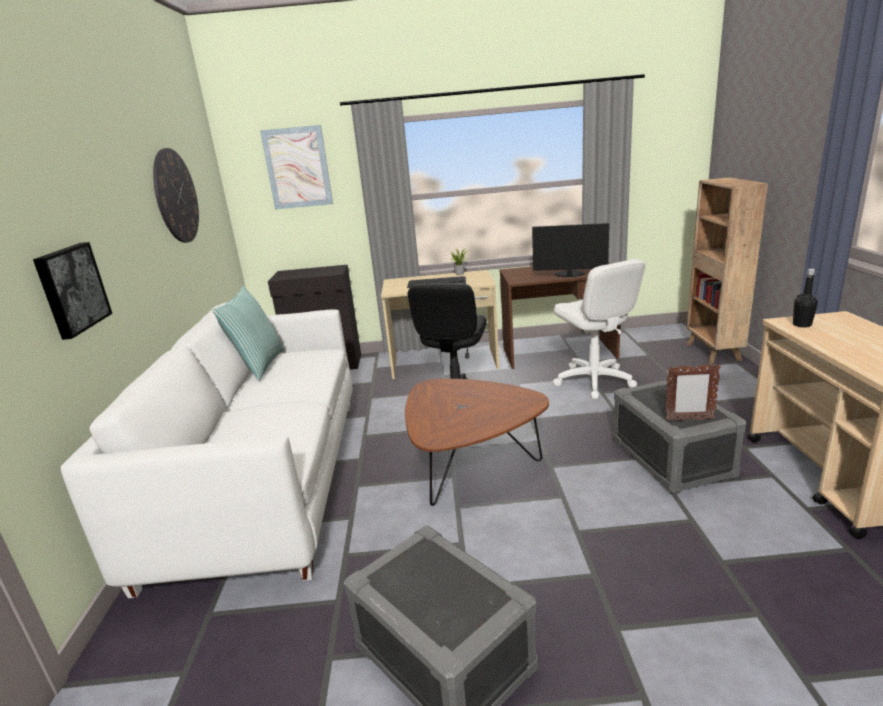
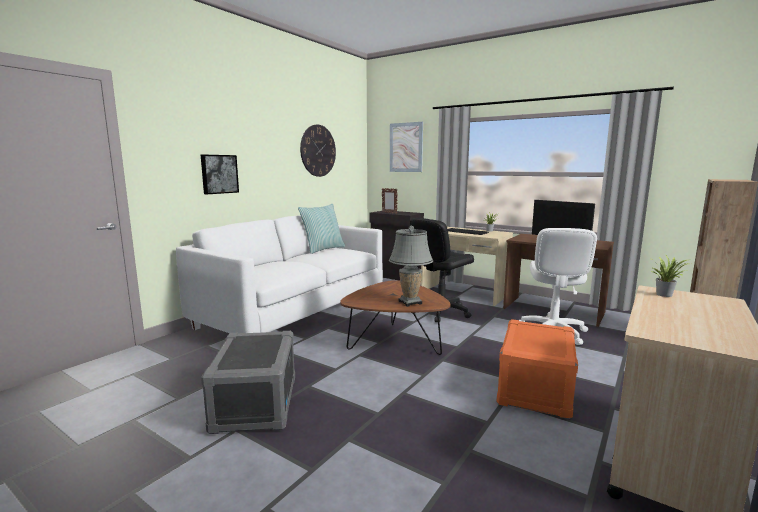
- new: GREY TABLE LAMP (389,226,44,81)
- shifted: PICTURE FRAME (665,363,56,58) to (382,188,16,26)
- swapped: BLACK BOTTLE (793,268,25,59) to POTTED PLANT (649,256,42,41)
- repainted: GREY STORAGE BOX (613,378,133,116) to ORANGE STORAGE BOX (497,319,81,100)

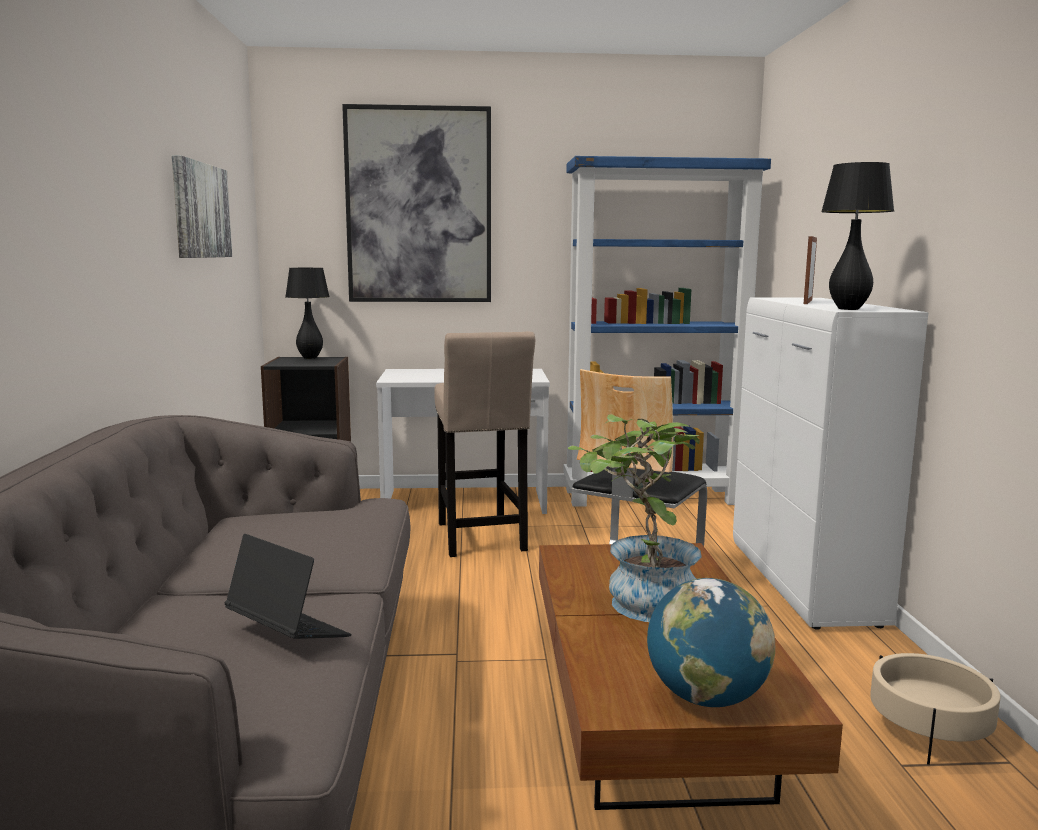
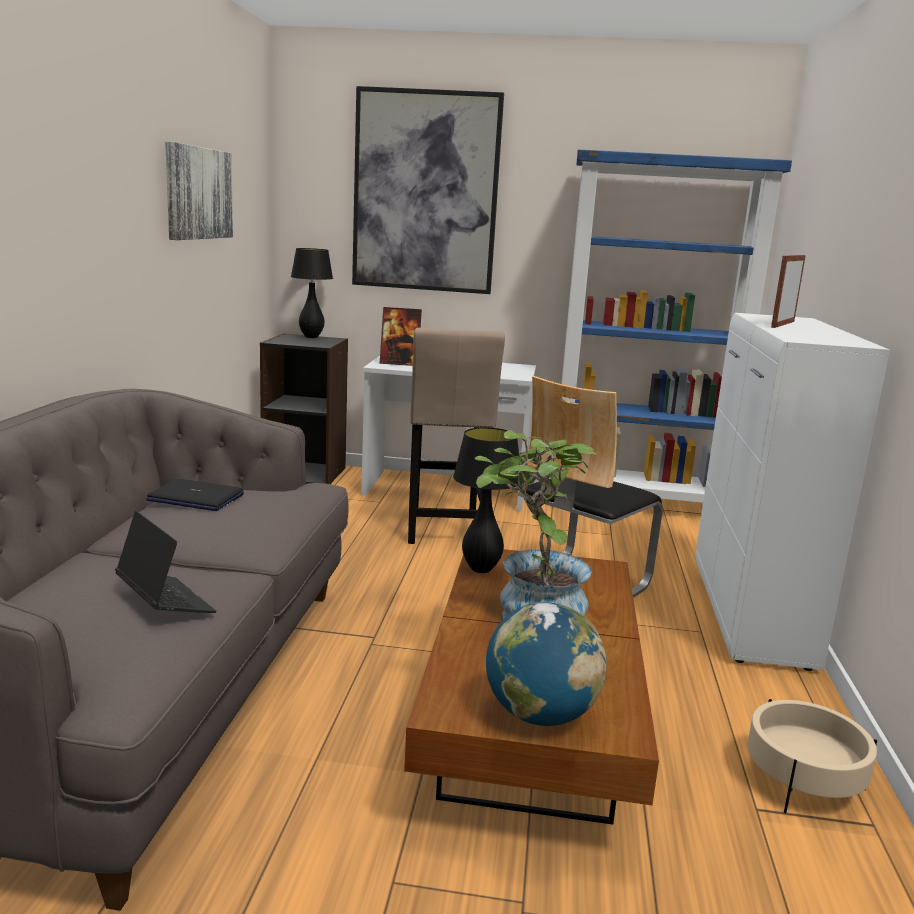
- new: LAPTOP (146,479,98,32)
- new: PICTURE FRAME (380,307,42,59)
- shifted: BLACK TABLE LAMP (821,162,73,148) to (453,427,66,146)

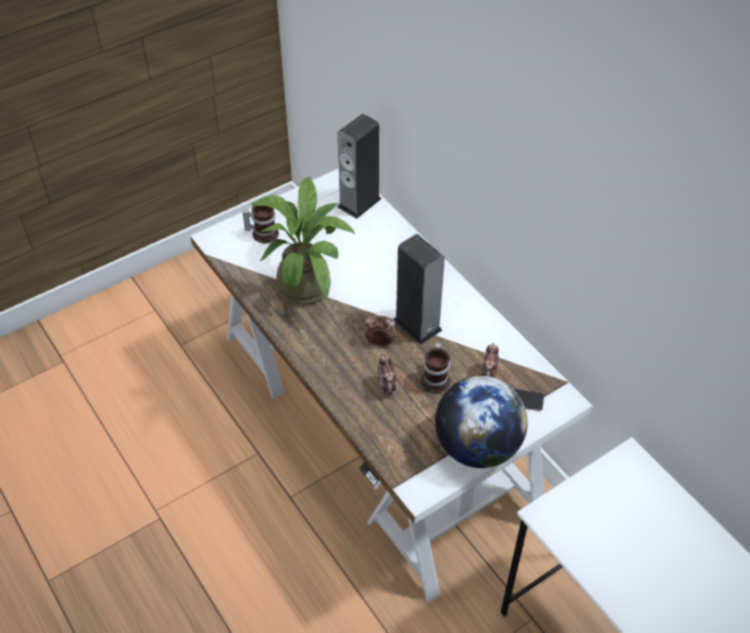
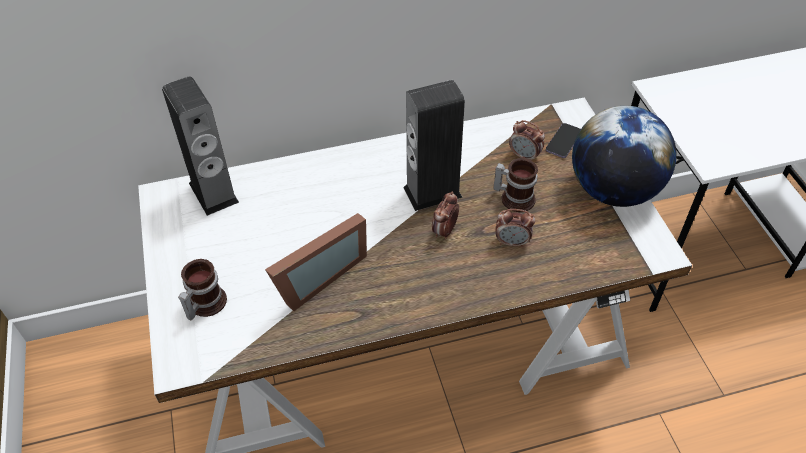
- swapped: POTTED PLANT (252,176,103,128) to PICTURE FRAME (265,213,102,98)

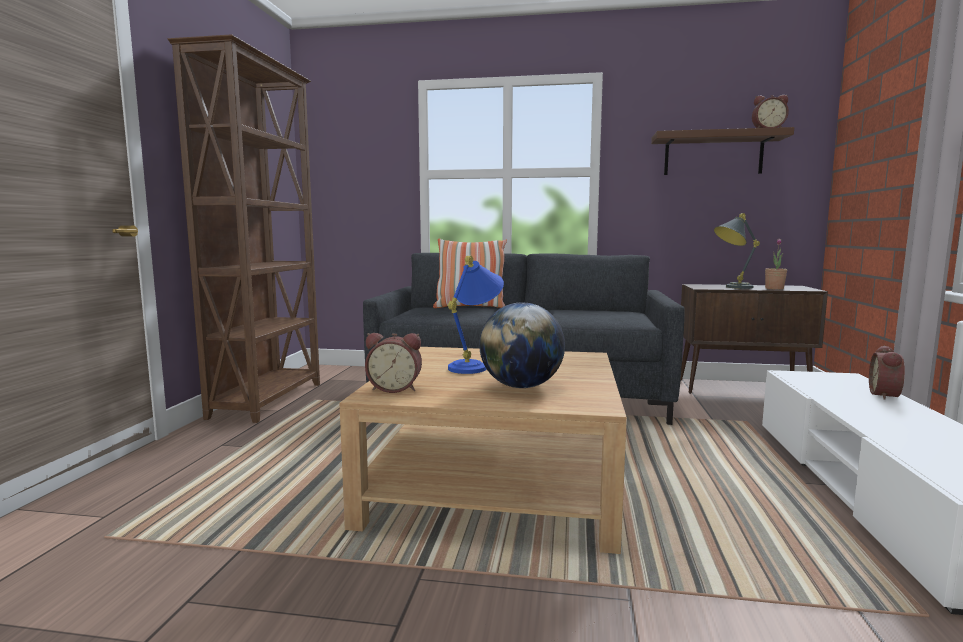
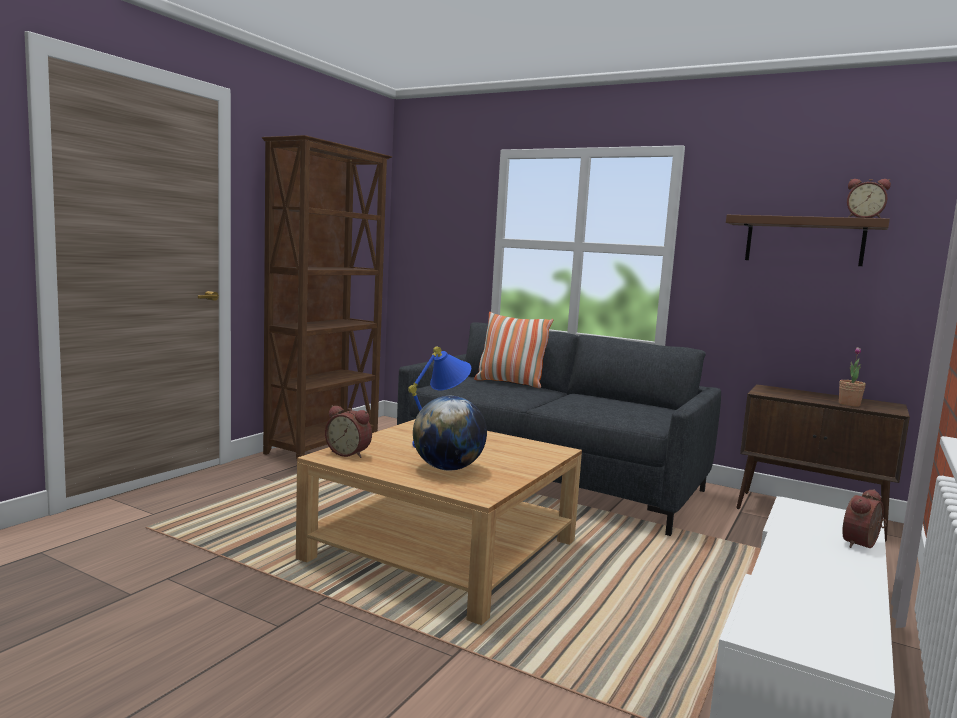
- gone: GREY TABLE LAMP (714,213,46,76)

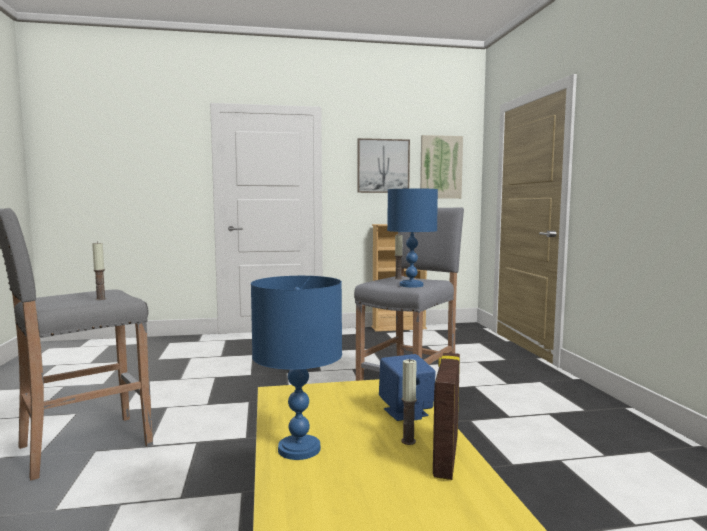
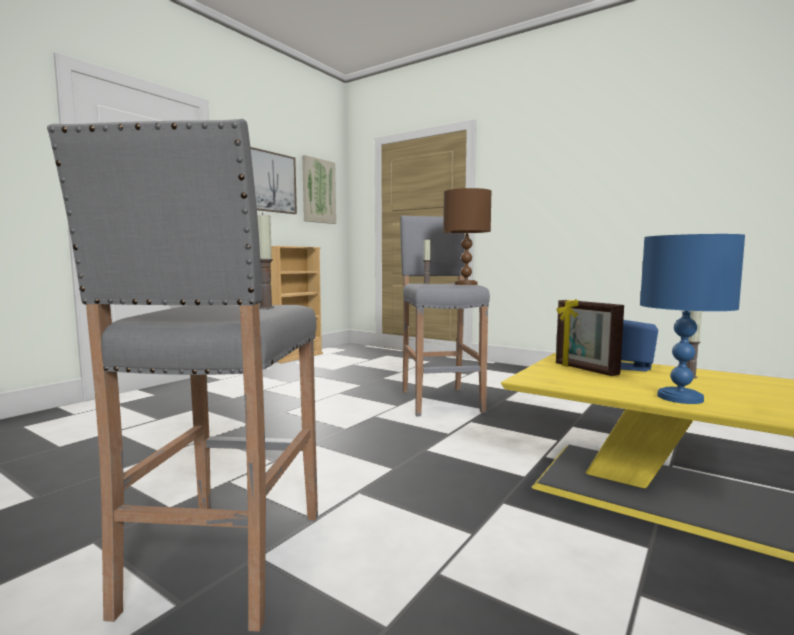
- shifted: PICTURE FRAME (433,353,27,127) to (556,299,68,77)
- repainted: BLUE TABLE LAMP (387,189,51,99) to BROWN TABLE LAMP (443,188,49,97)

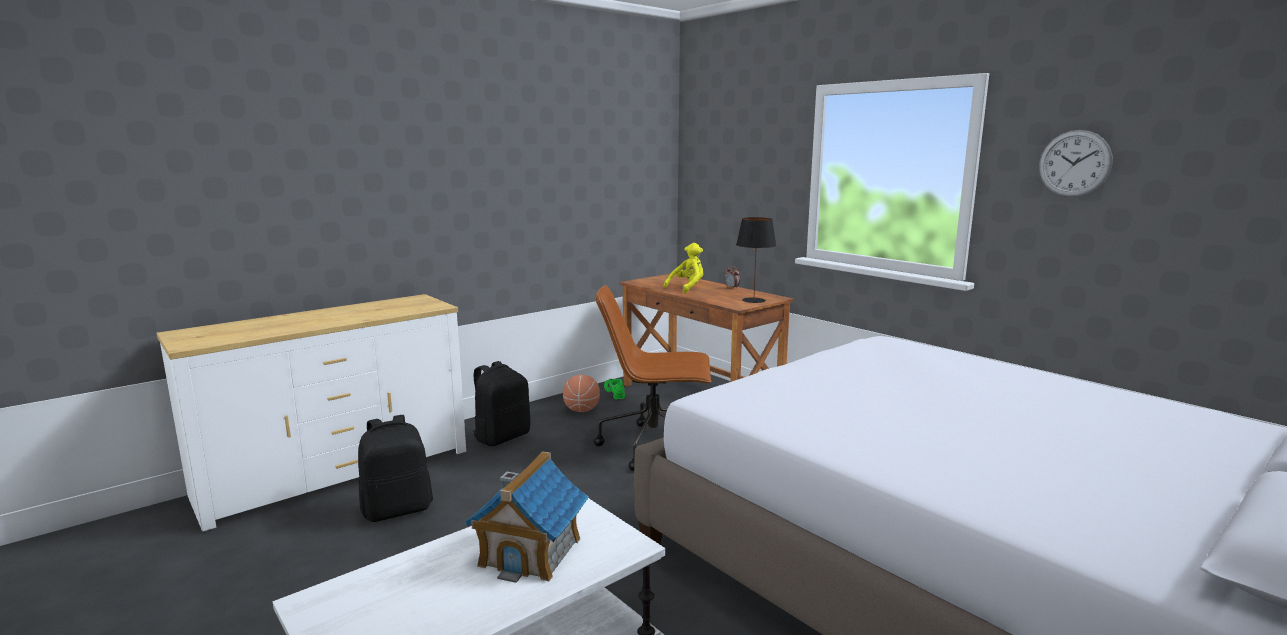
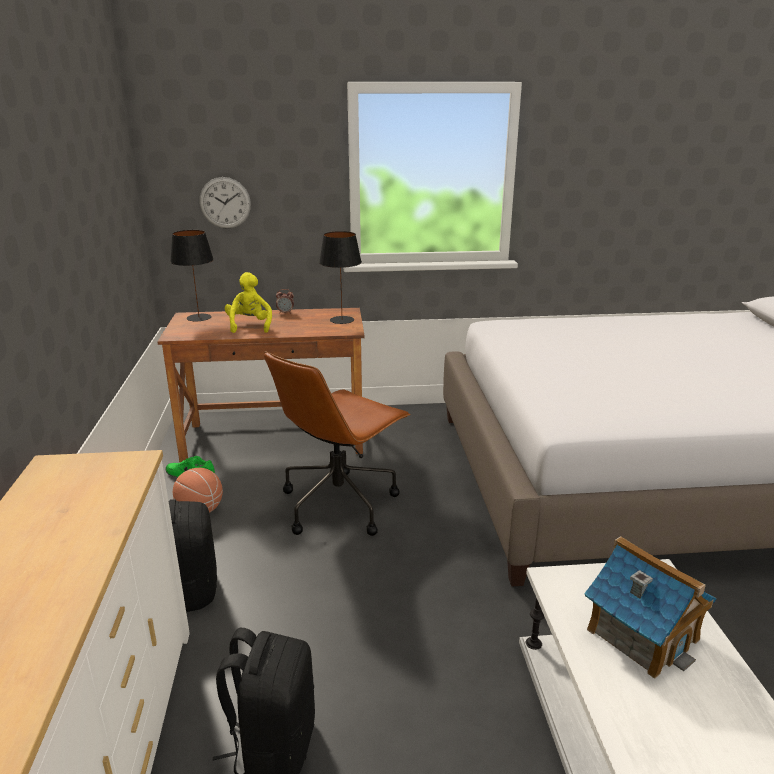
- new: BLACK TABLE LAMP (170,230,44,92)
- shifted: WALL CLOCK (1039,130,73,67) to (199,177,52,52)

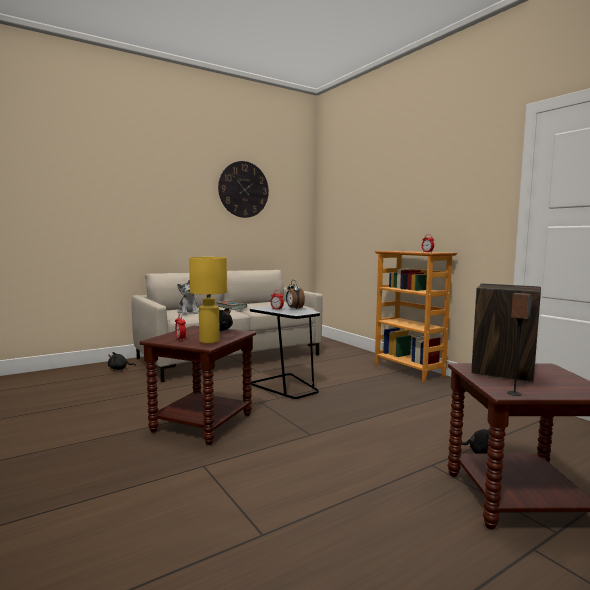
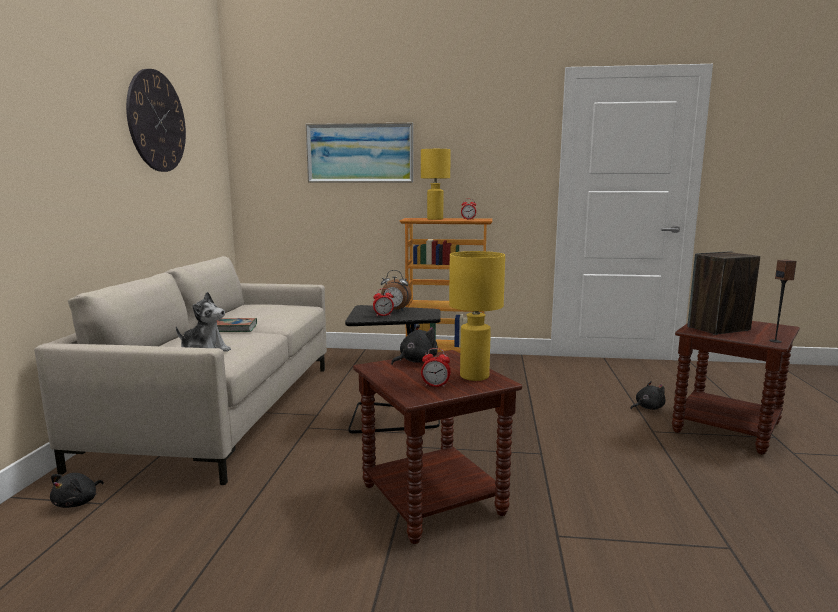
- new: PICTURE (306,123,107,59)
- new: YELLOW TABLE LAMP (421,149,30,71)

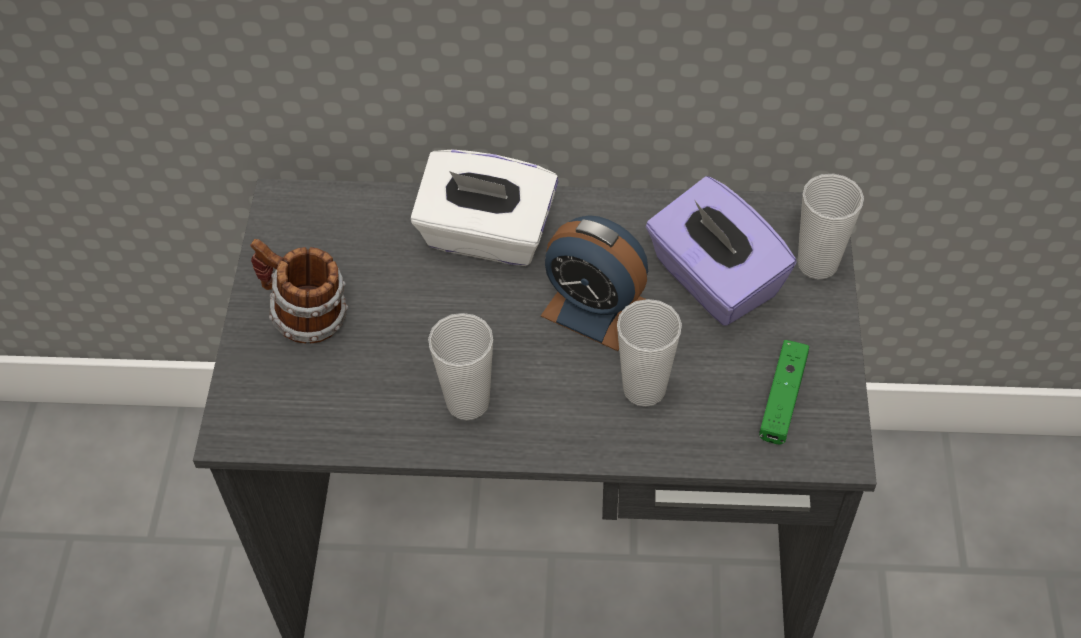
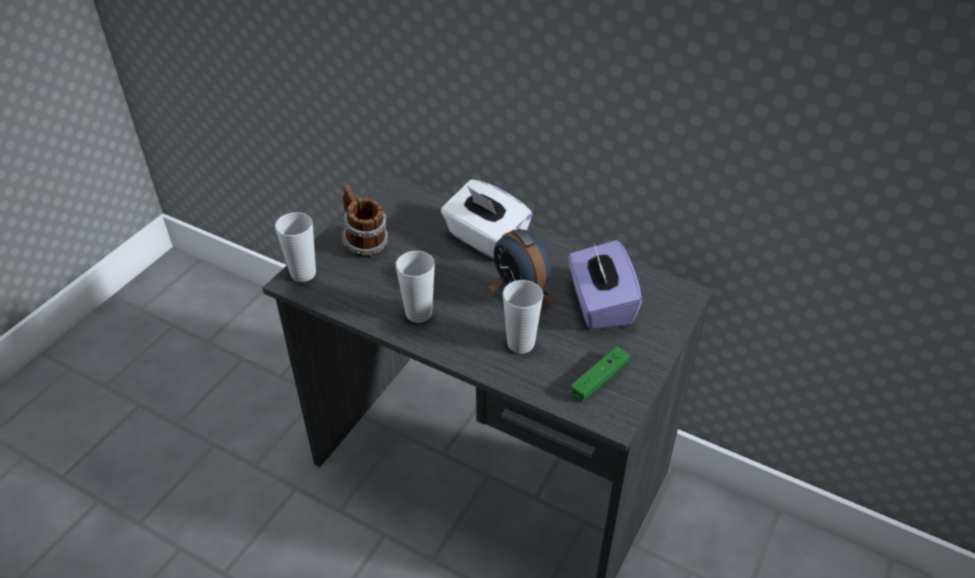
- shifted: CUP (797,174,67,105) to (275,212,41,70)

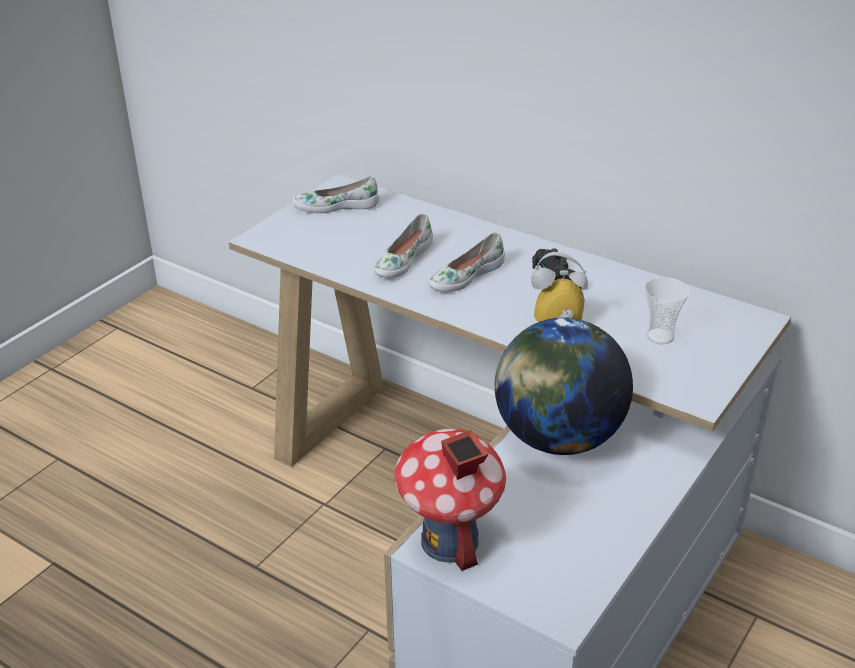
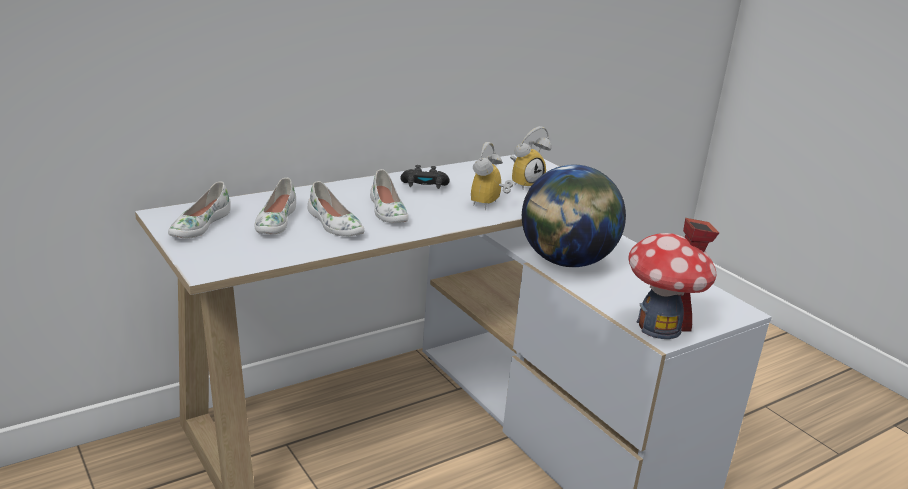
- new: WHITE SHOE (254,178,42,57)
- swapped: CUP (644,277,46,67) to ALARM CLOCK (510,126,41,64)

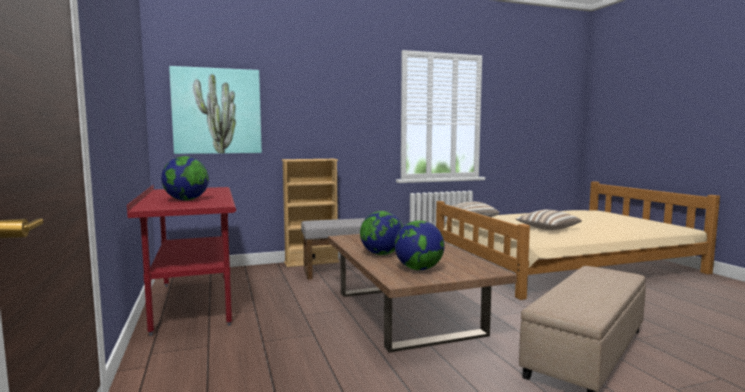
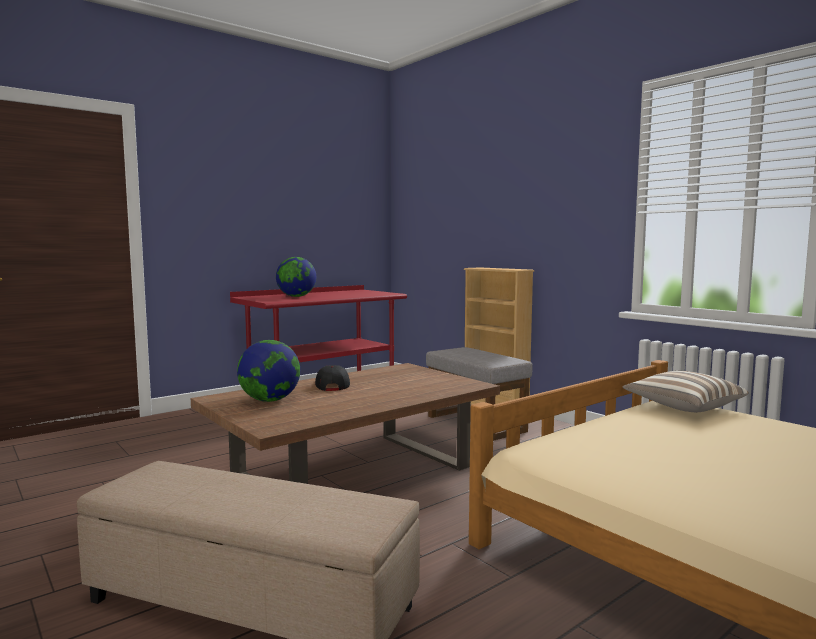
- gone: PICTURE (169,66,93,88)
- gone: PILLOW (516,210,66,20)
- swapped: GLOBE (360,211,43,44) to CAP (315,365,35,26)

